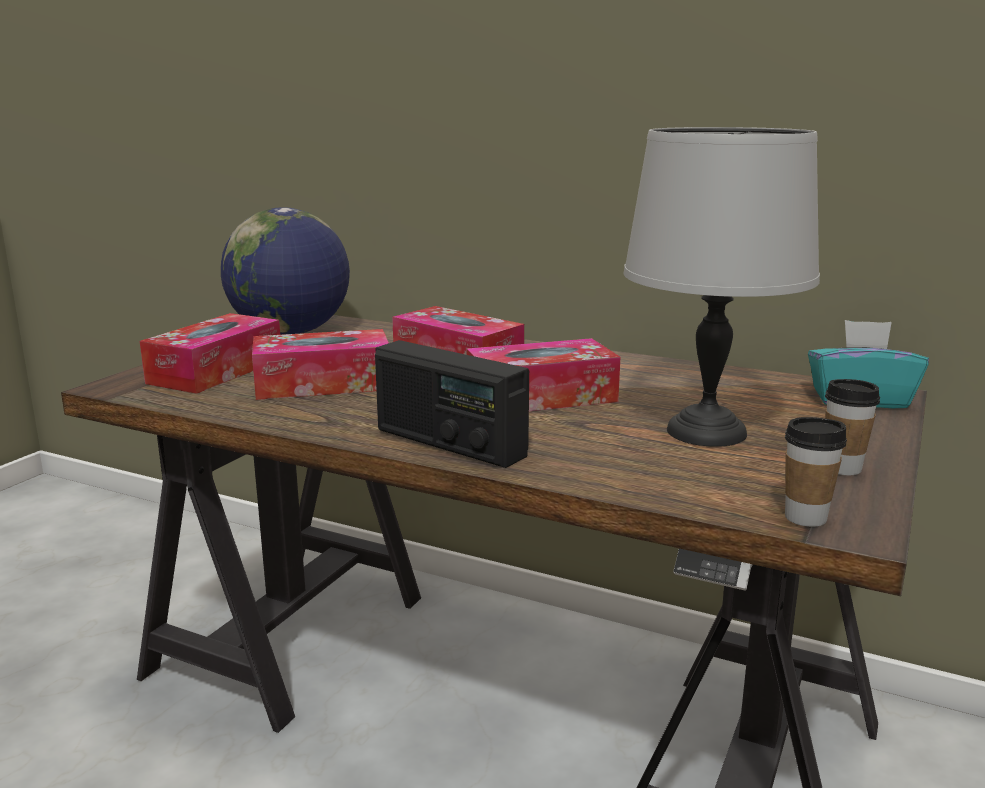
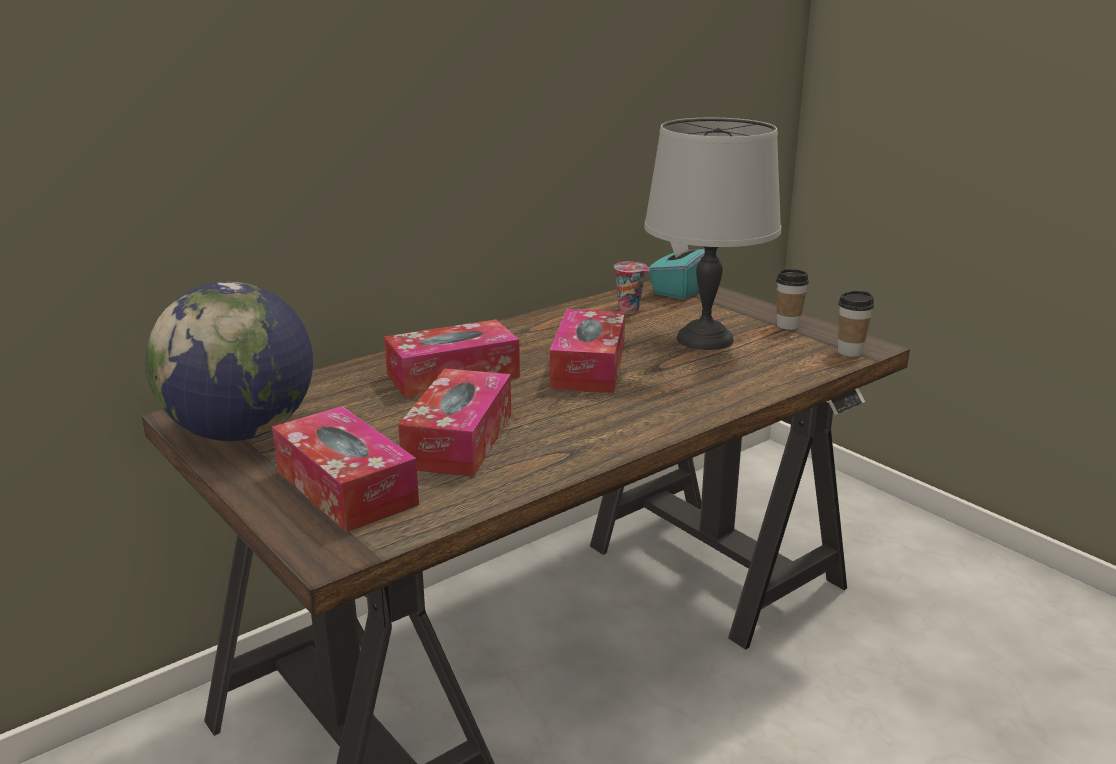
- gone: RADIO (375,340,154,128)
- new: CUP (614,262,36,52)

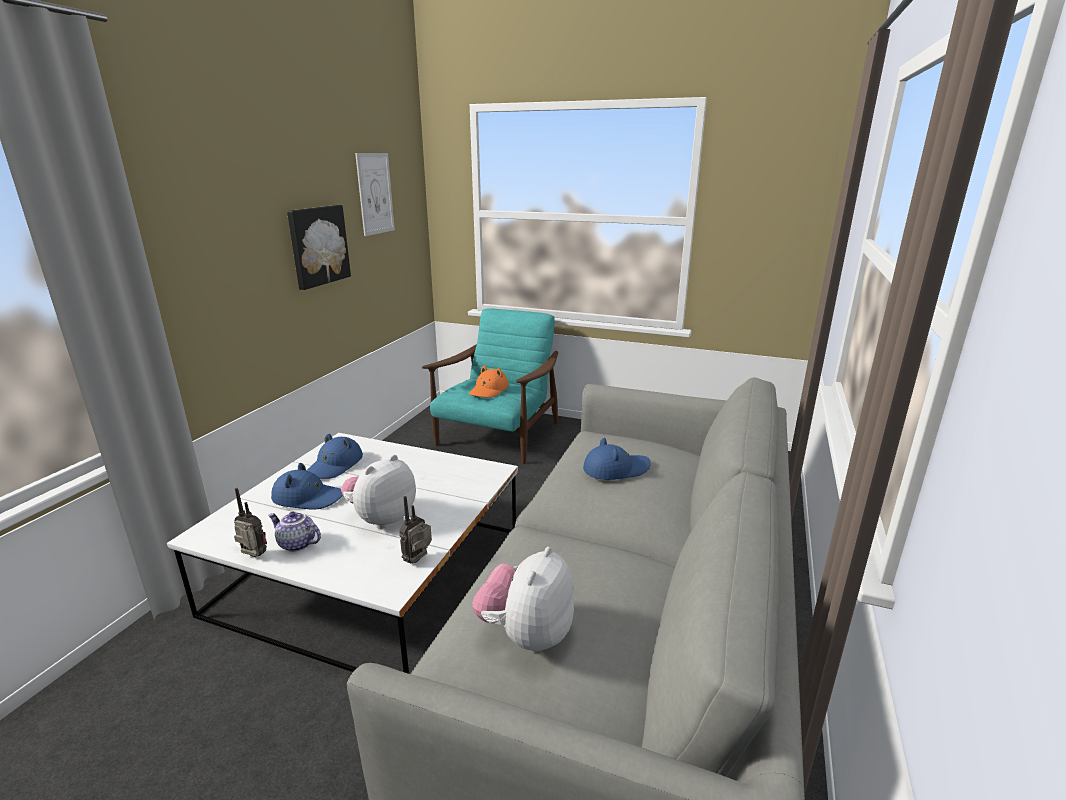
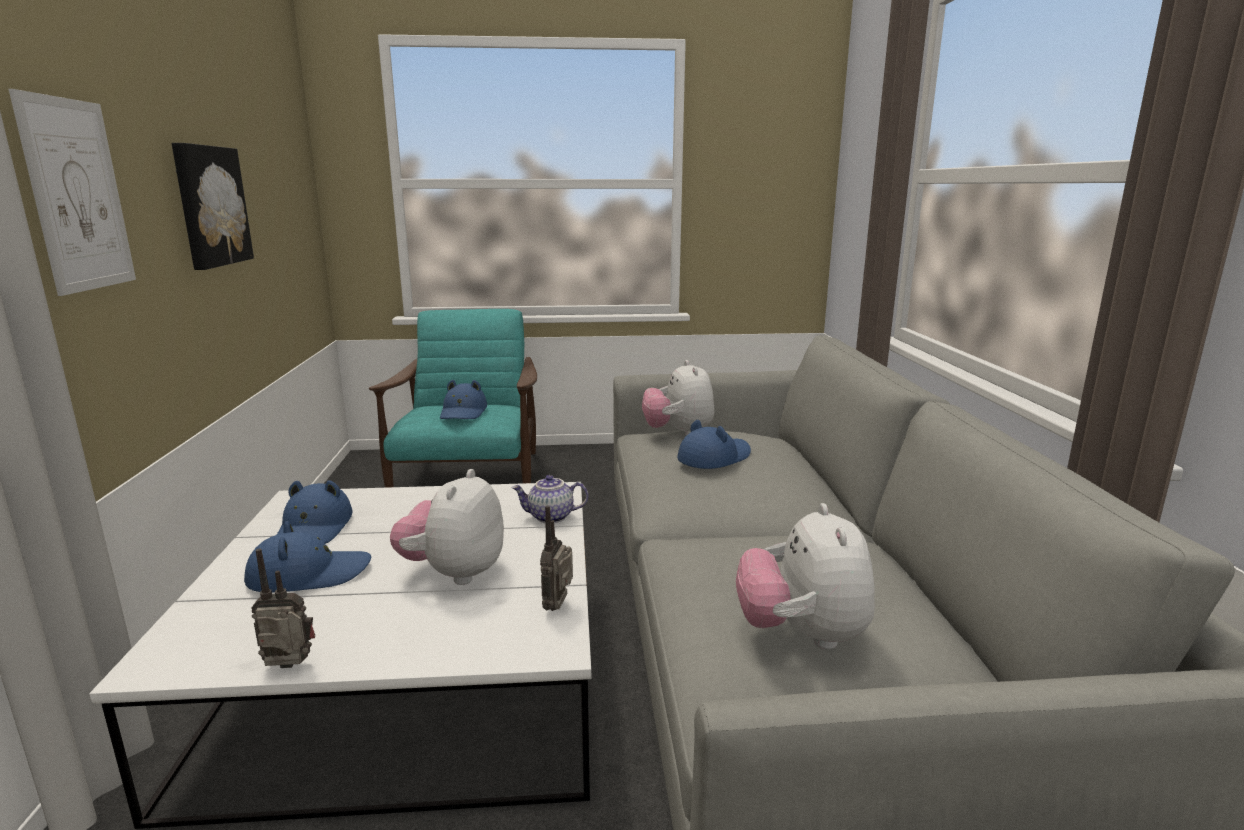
- new: PLUSH TOY (642,360,72,76)
- shifted: TEAPOT (268,512,53,40) to (511,475,77,48)
- shifted: PICTURE (355,153,40,83) to (9,89,127,207)
- repainted: ORANGE HAT (469,366,40,32) to BLUE HAT (440,380,47,39)

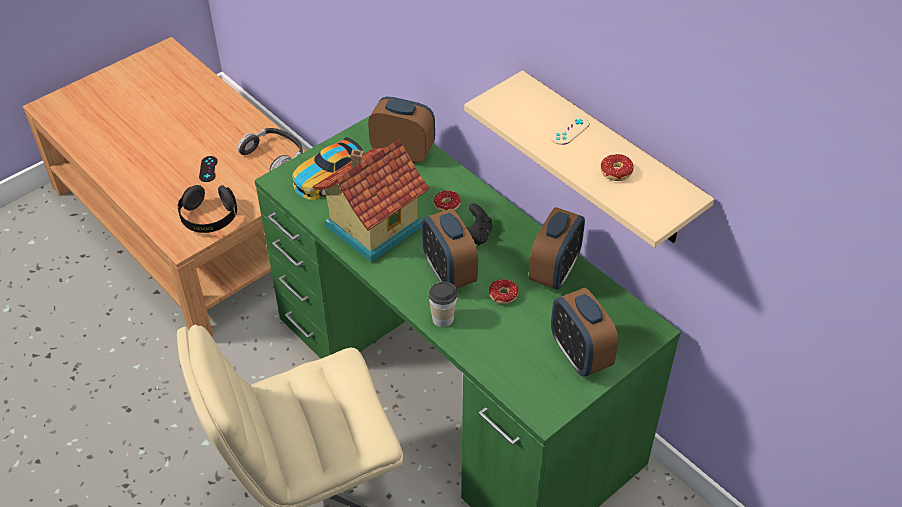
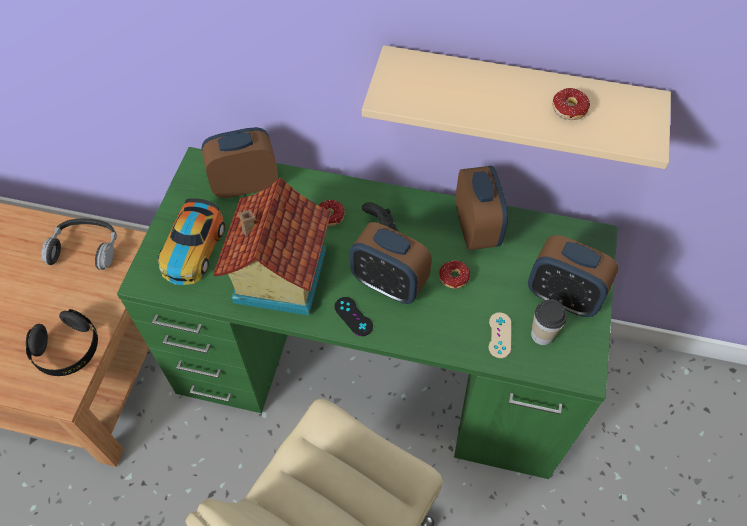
- shifted: BLACK GAME CONTROLLER (199,156,19,26) to (334,297,39,39)
- shifted: CUP (429,282,28,45) to (531,299,36,46)
- shifted: BEIGE GAME CONTROLLER (550,115,39,30) to (489,312,22,46)

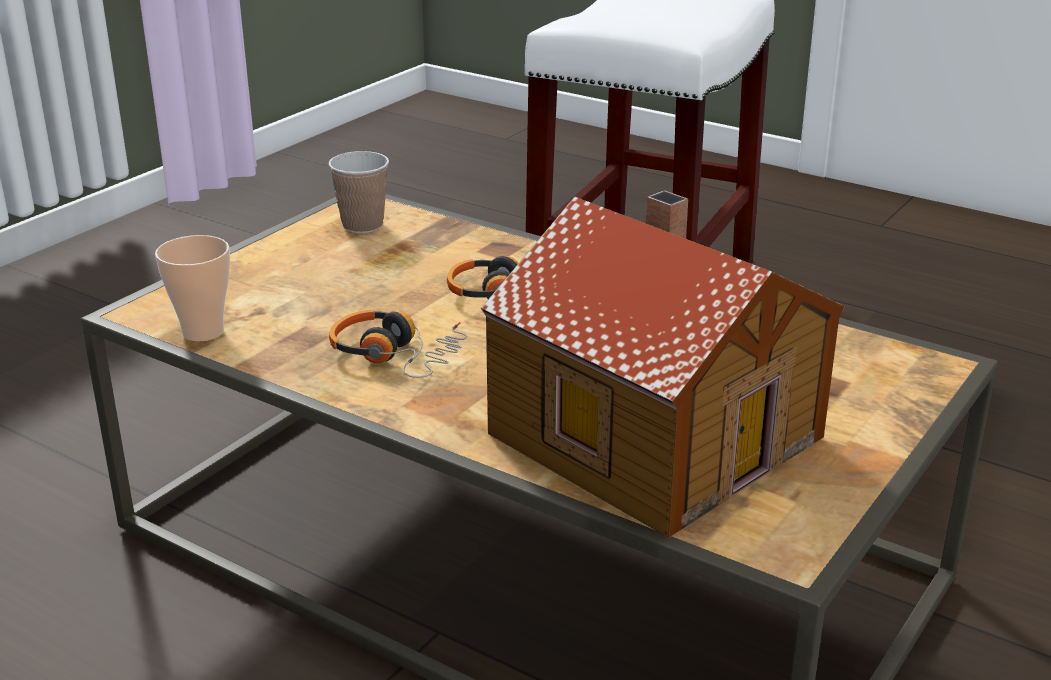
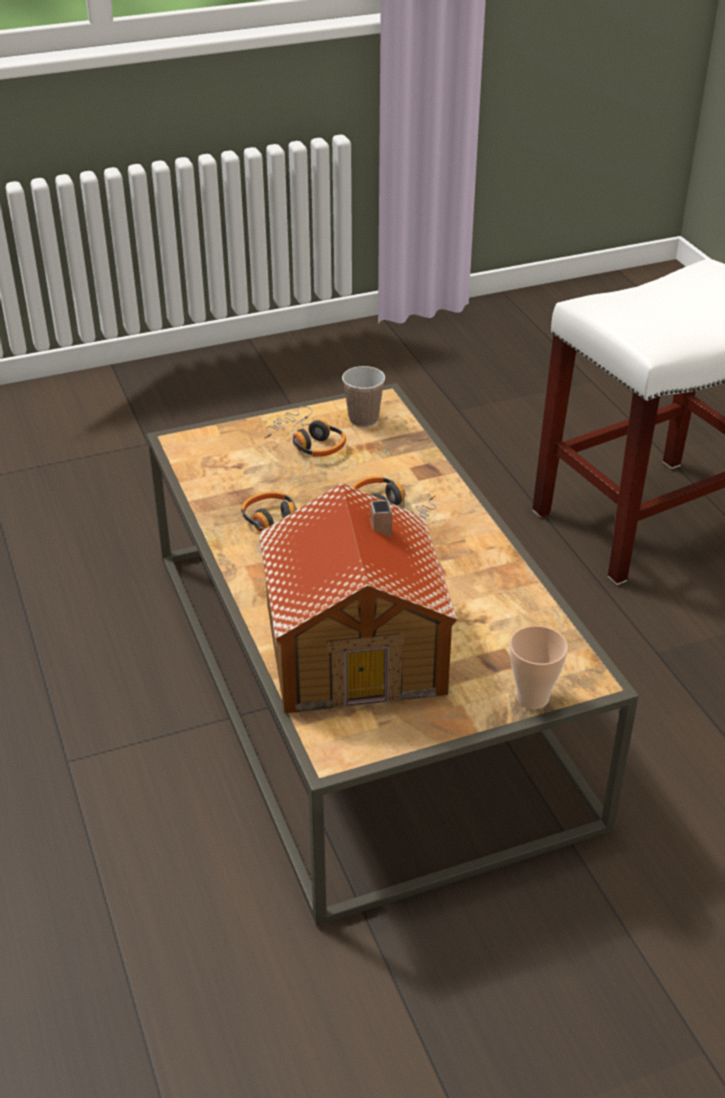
- new: HEADPHONES (264,406,82,51)
- shifted: CUP (155,235,75,107) to (510,626,58,83)

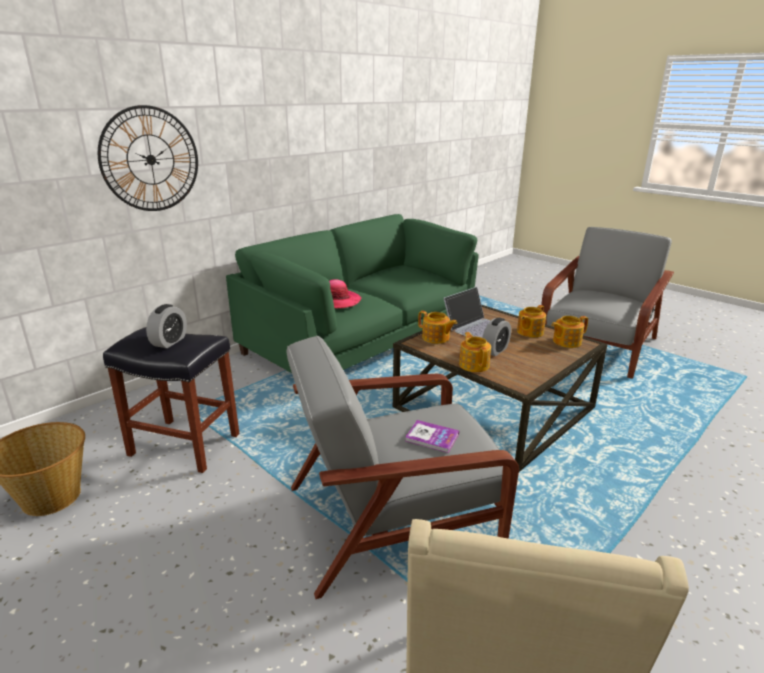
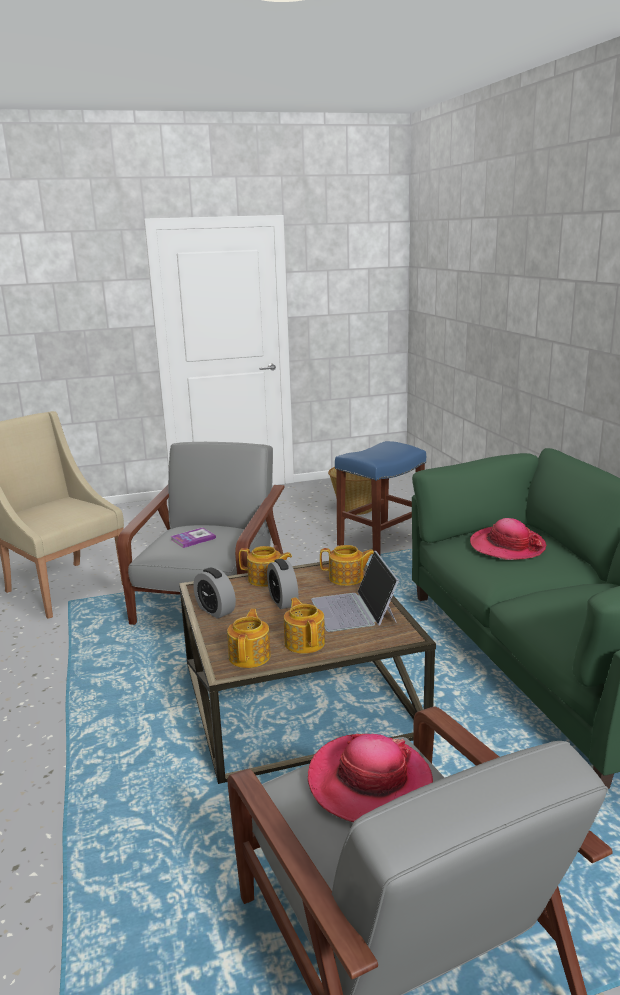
- gone: WALL CLOCK (98,105,100,106)
- new: HAT (308,734,125,88)
- shifted: ALARM CLOCK (146,304,41,44) to (193,567,43,52)
- repainted: BLACK STOOL (103,327,137,146) to BLUE STOOL (335,441,91,114)
- rotated: TEAPOT (418,311,39,33) = (320,545,54,41) 150 degrees counterclockwise

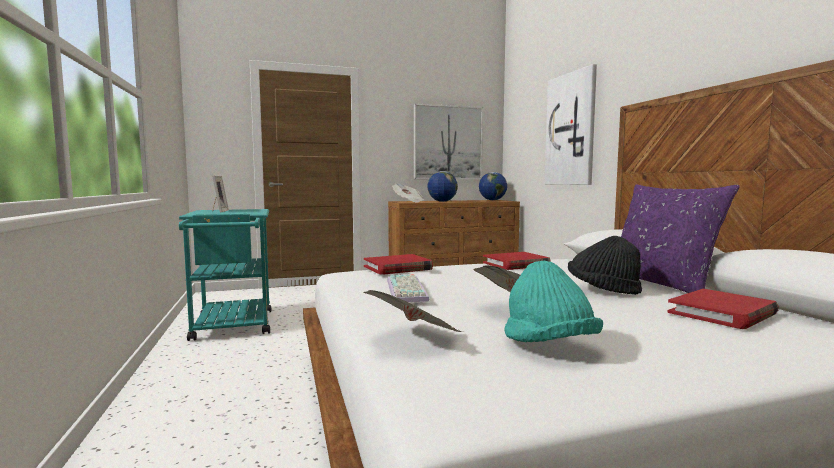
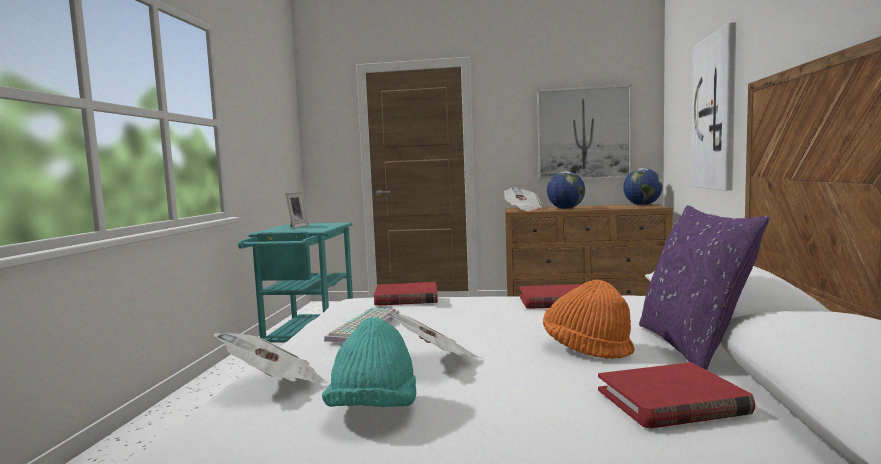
- repainted: BLACK HAT (568,236,74,59) to ORANGE HAT (543,280,92,79)

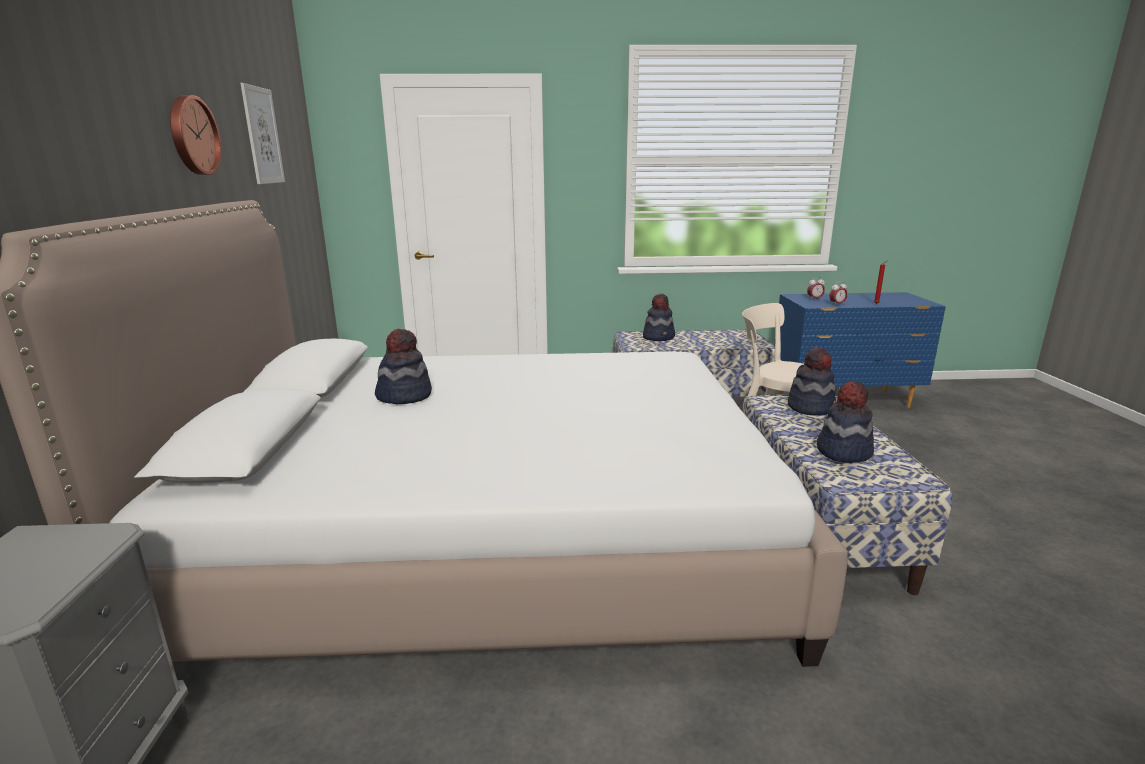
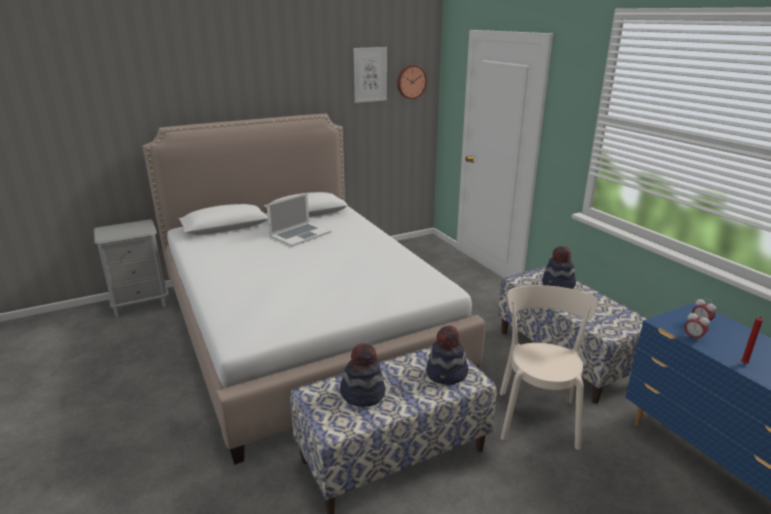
- shifted: WALL CLOCK (170,95,51,80) to (397,65,30,34)
- swapped: HAT (375,329,57,75) to LAPTOP (266,193,65,54)

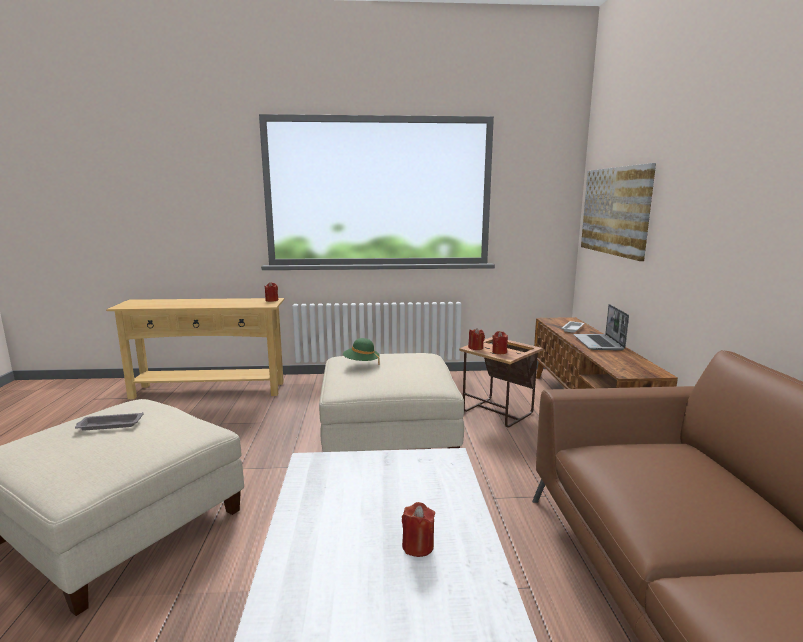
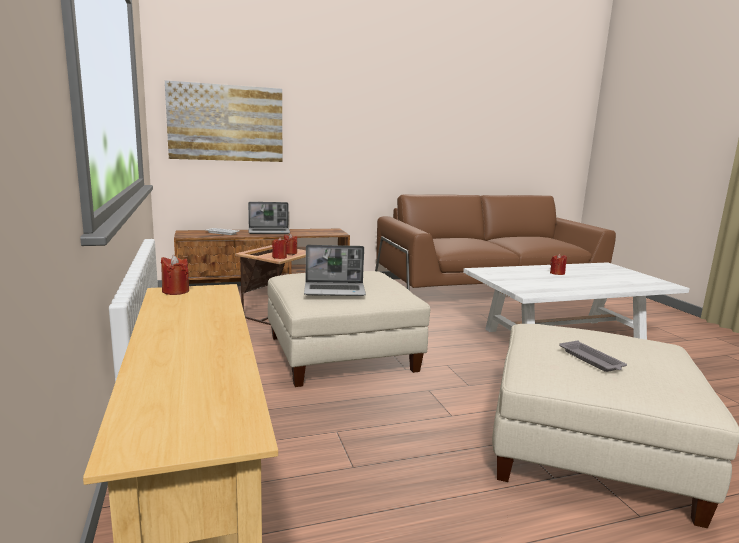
- swapped: GREEN HAT (343,338,37,27) to LAPTOP (304,245,62,51)

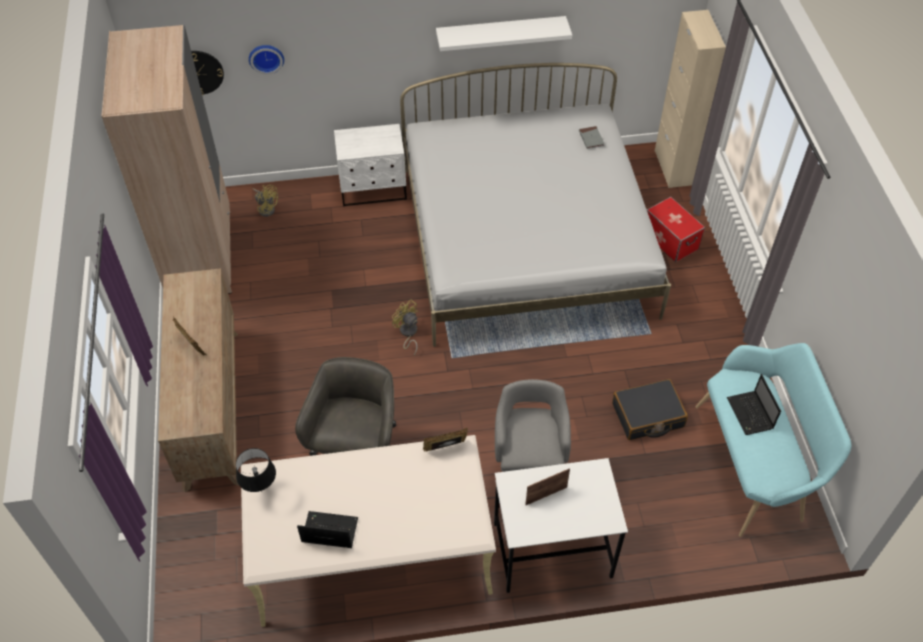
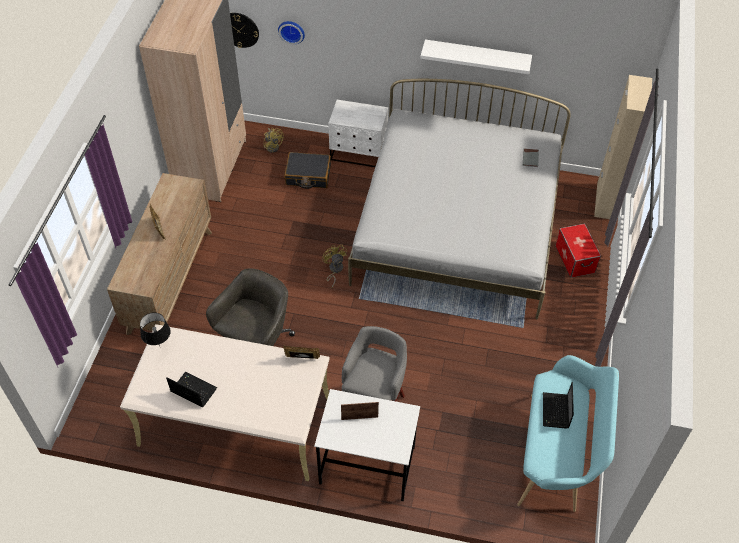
- shifted: BLACK SUITCASE (612,379,76,61) to (284,152,47,37)

